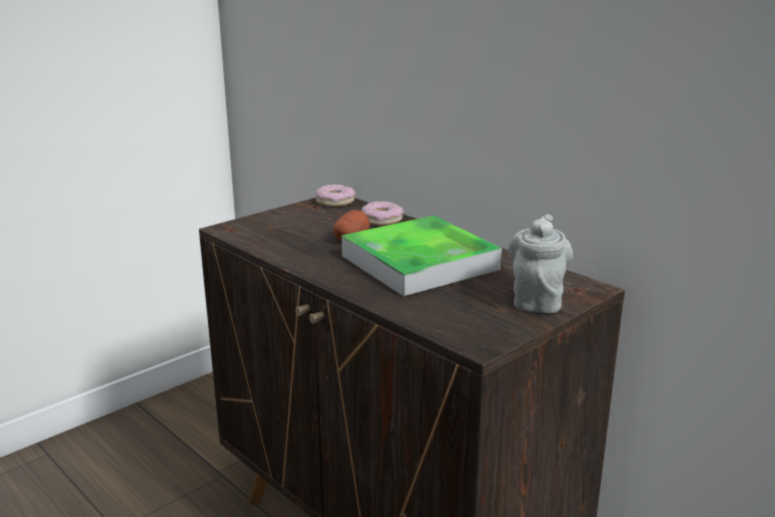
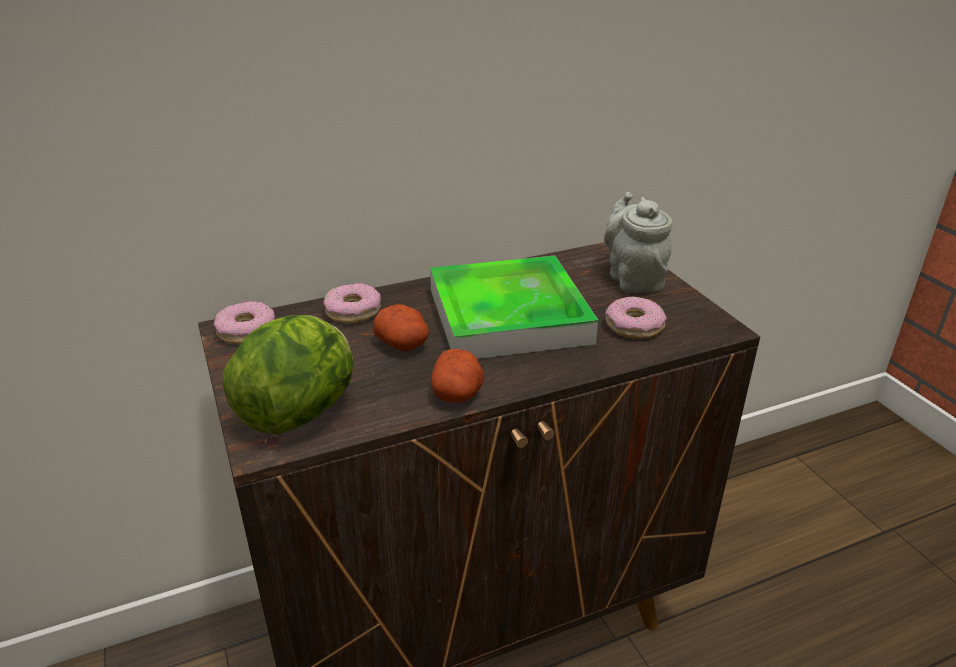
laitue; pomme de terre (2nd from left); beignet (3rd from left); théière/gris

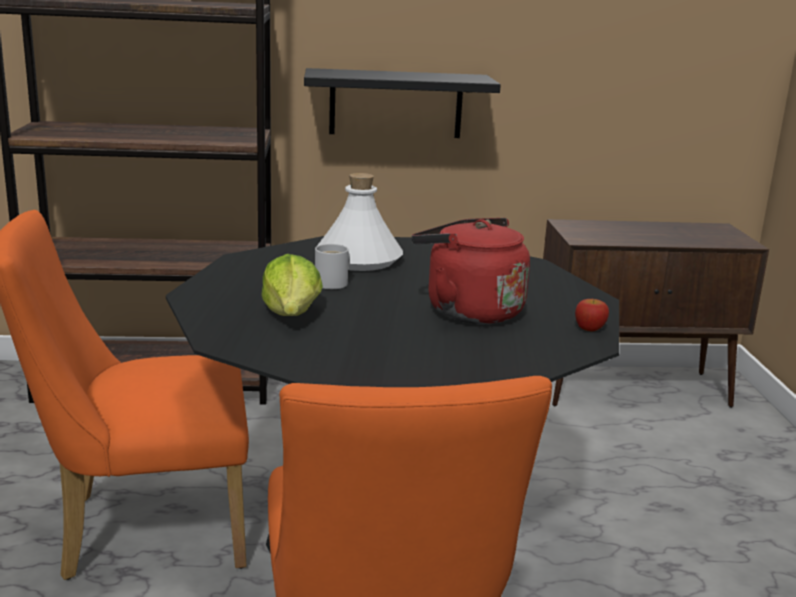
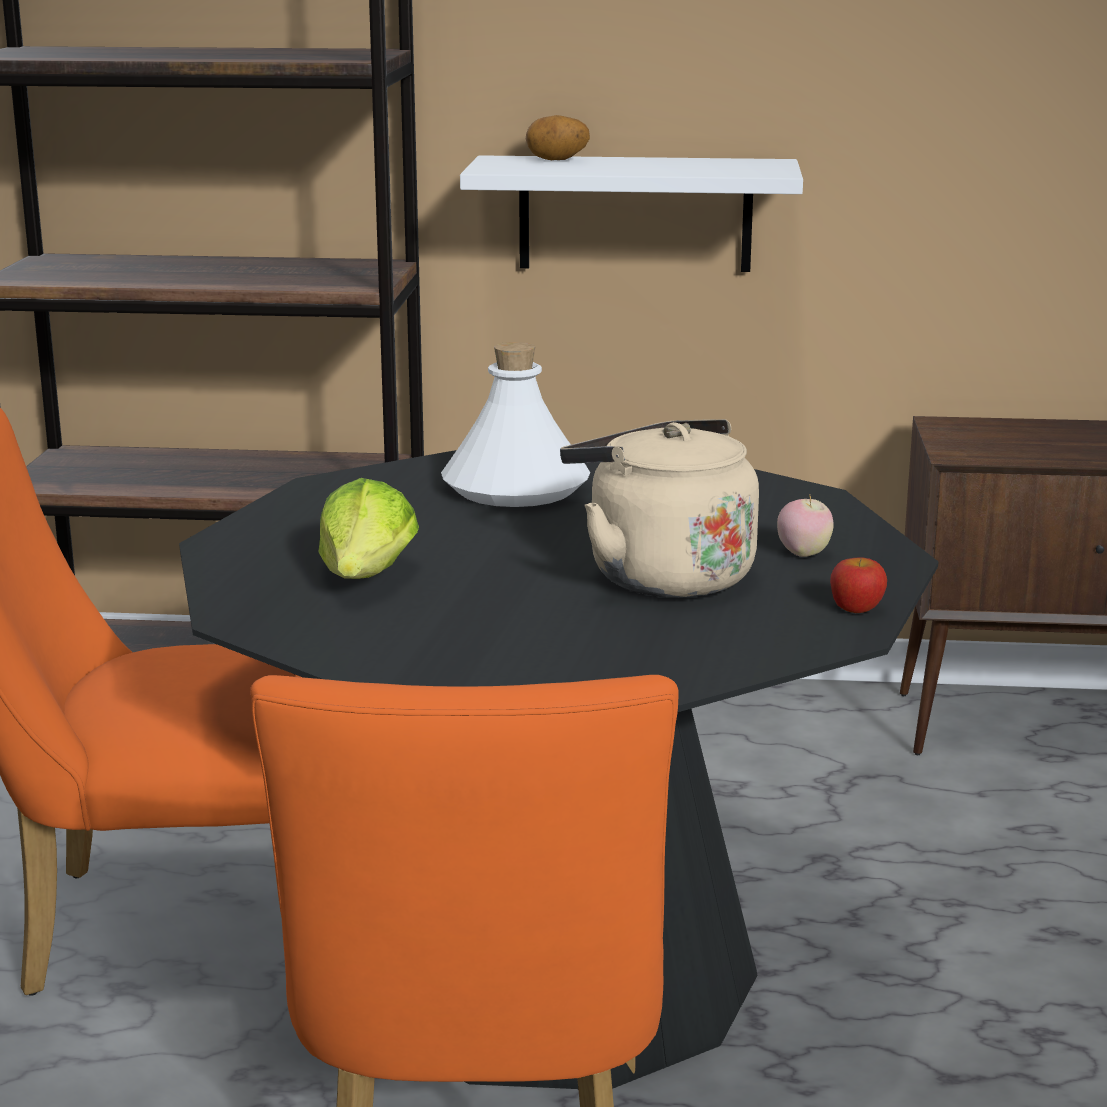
mug/blanc; pomme de terre; pomme (1st from left); étagère/blanc; bouilloire/beige

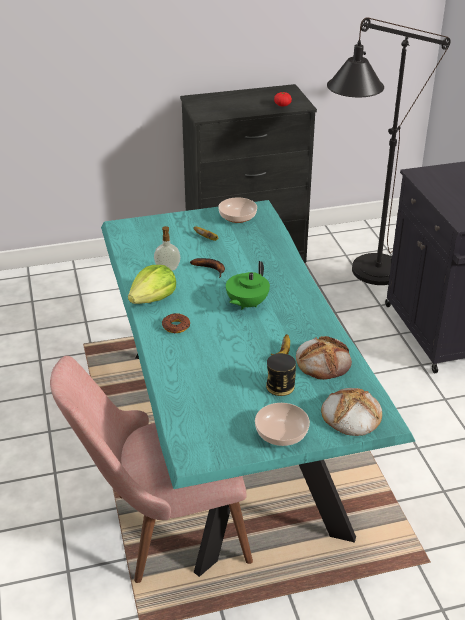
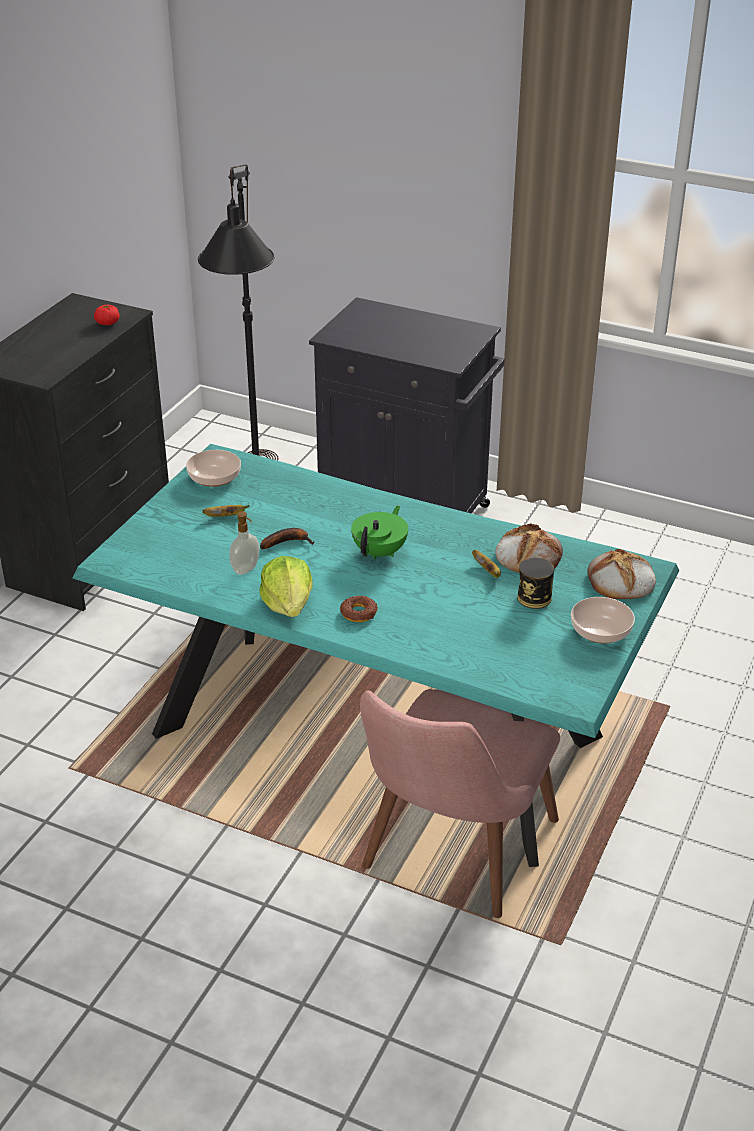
théière/vert

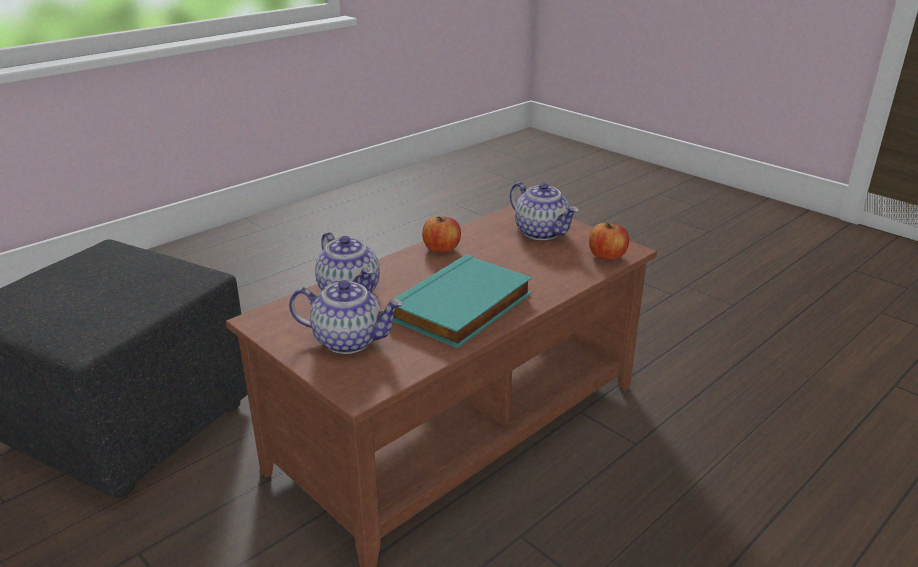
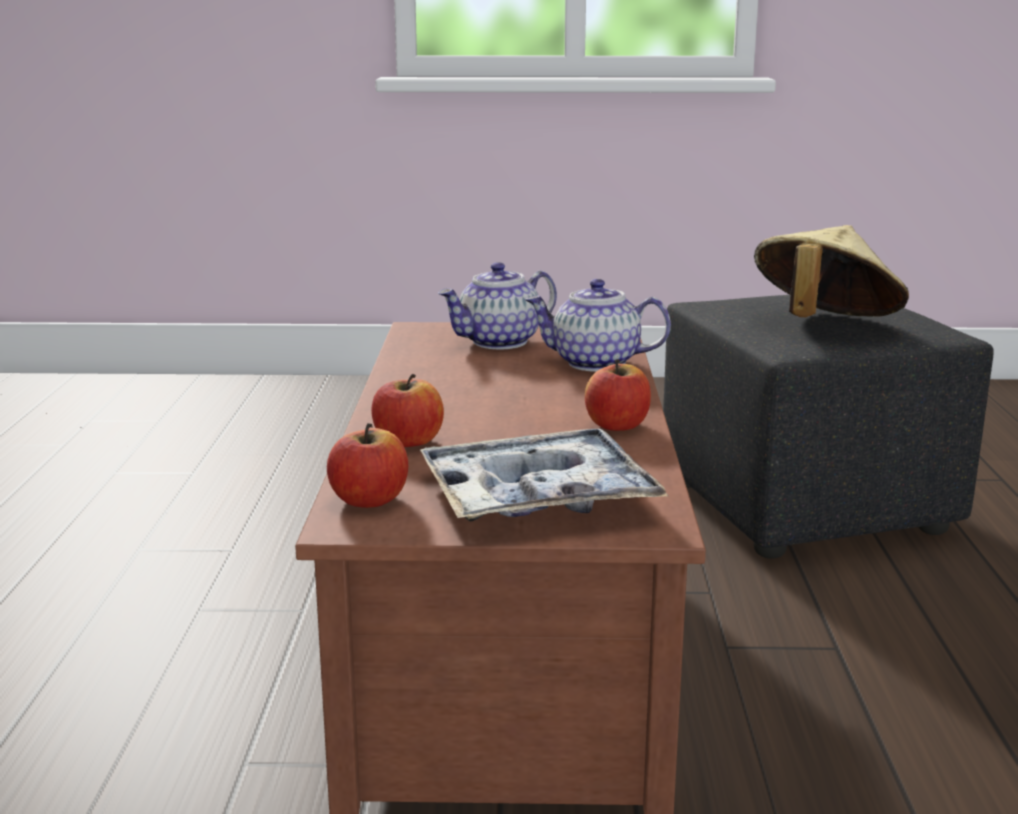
livre/turquoise; pomme (2nd from left); chapeau/beige; plateau

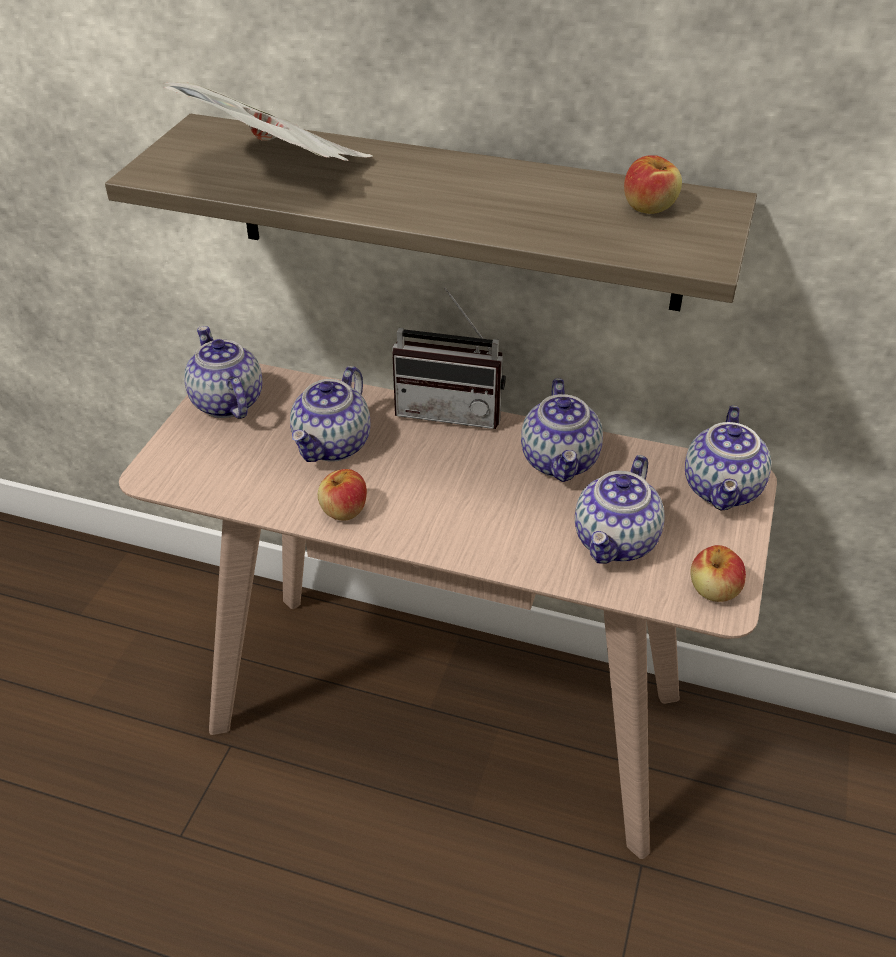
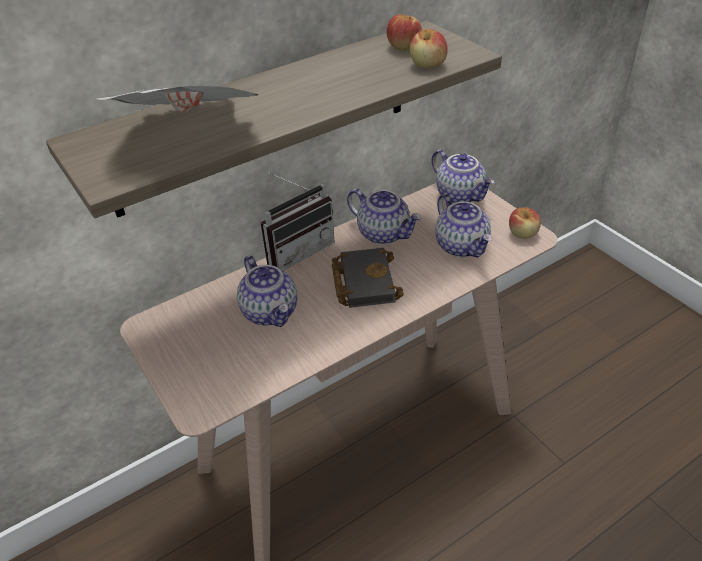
théière (1st from left in the first image); livre/noir; pomme (2nd from left)

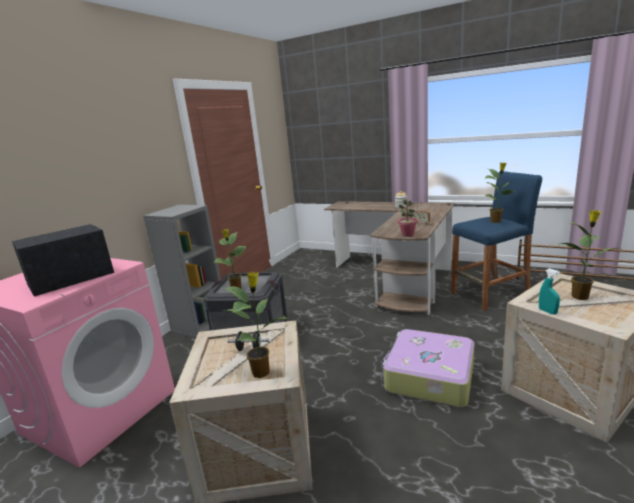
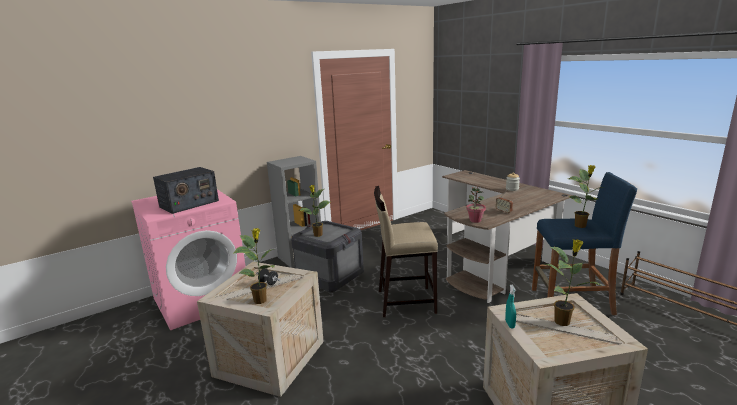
valise; tabouret/beige; radio (1st from left)

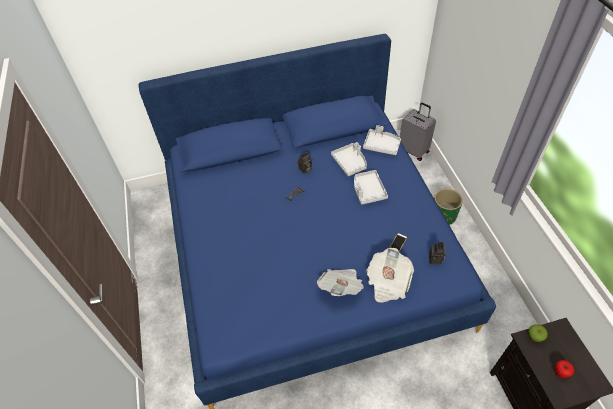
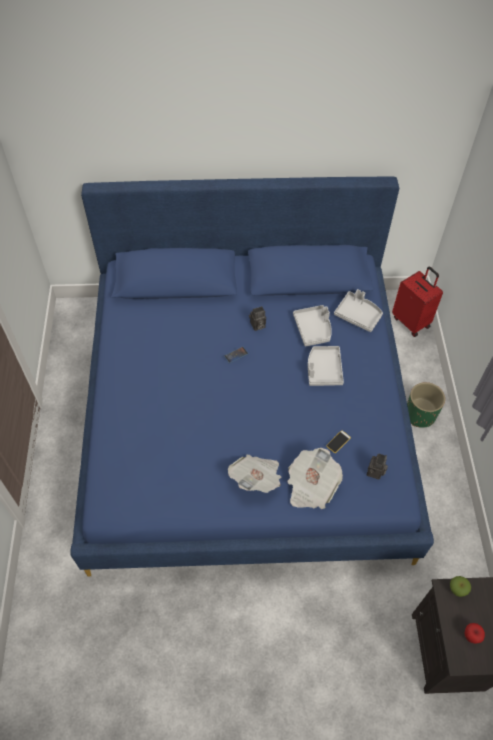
valise/rouge

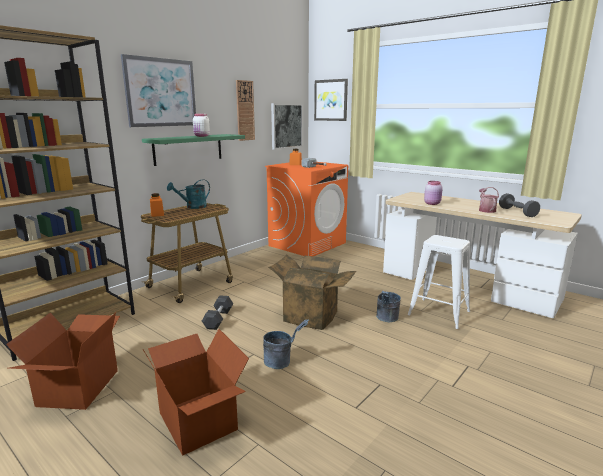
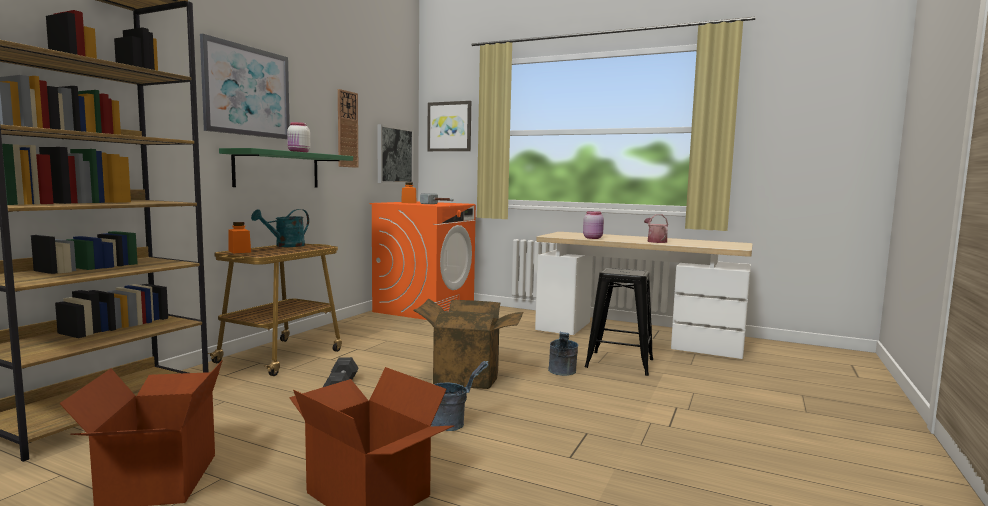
haltère/gris (2nd from left in the first image); tabouret/noir

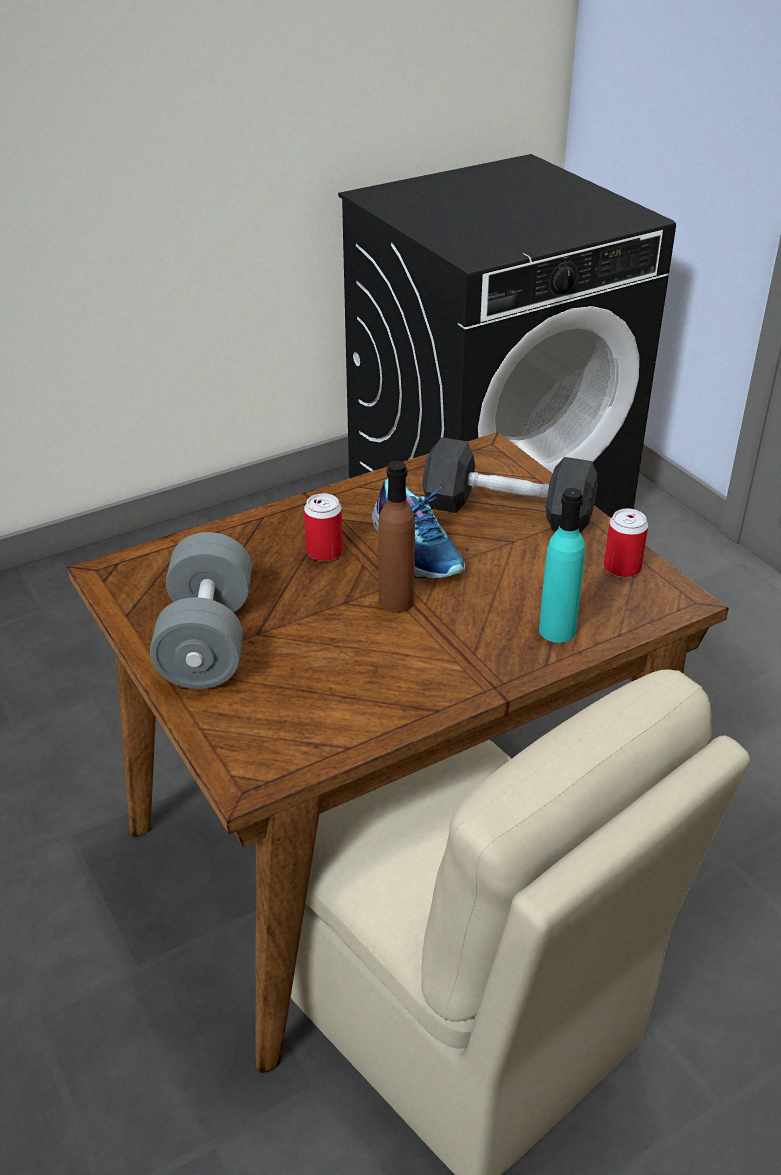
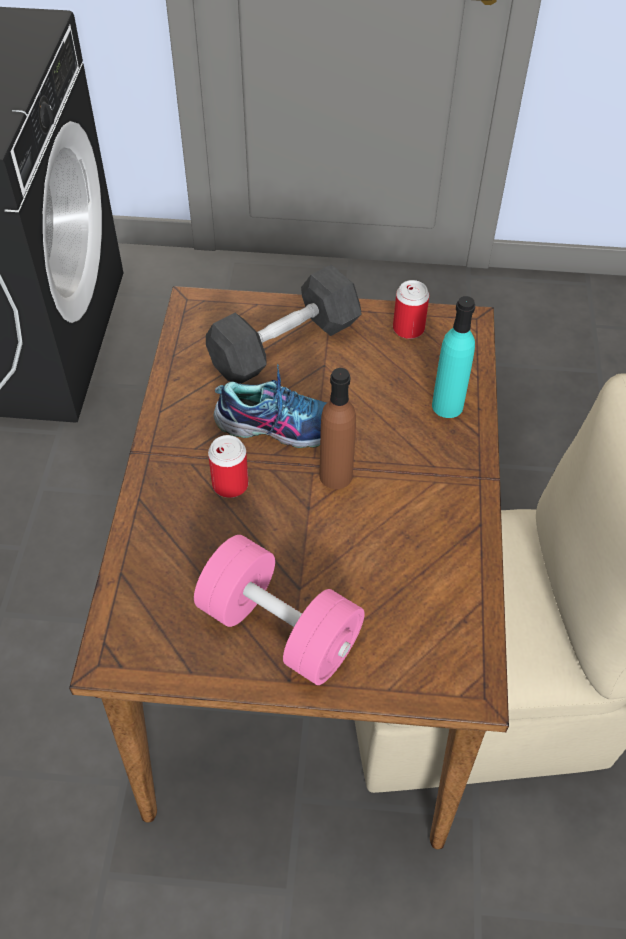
haltère/rose

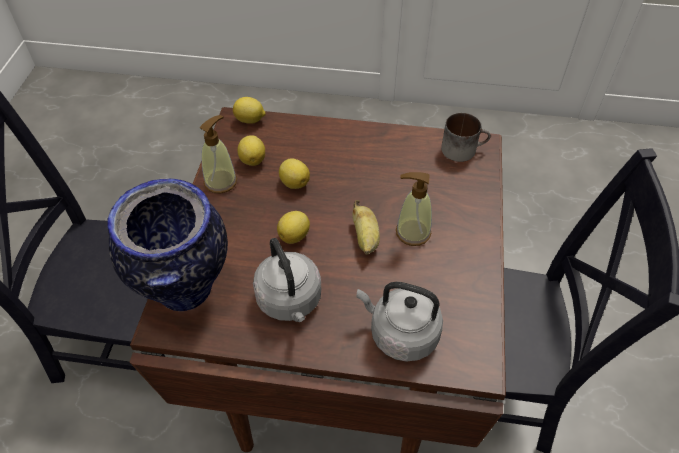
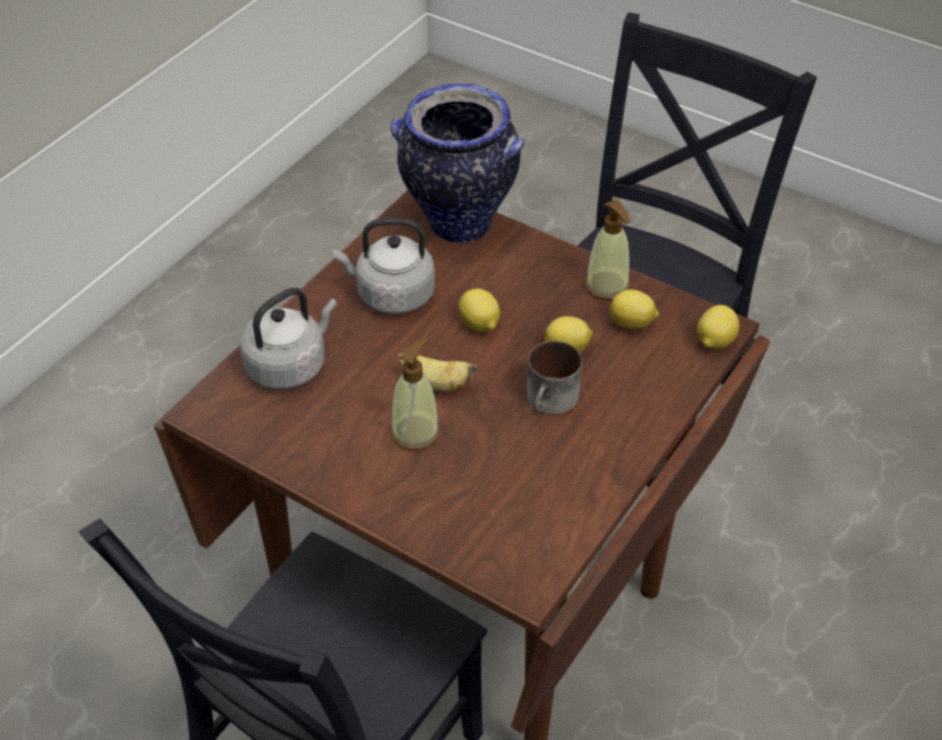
mug

